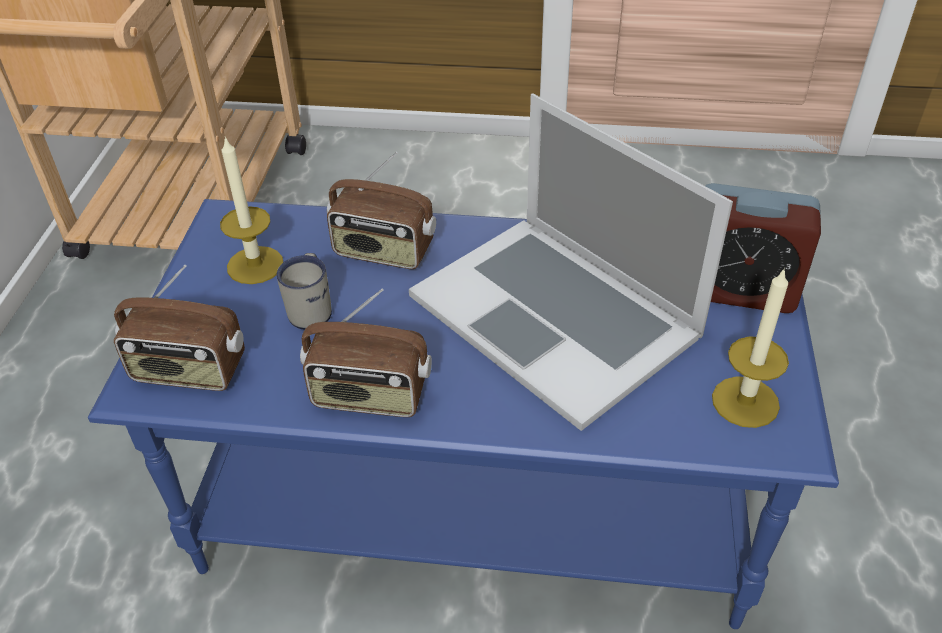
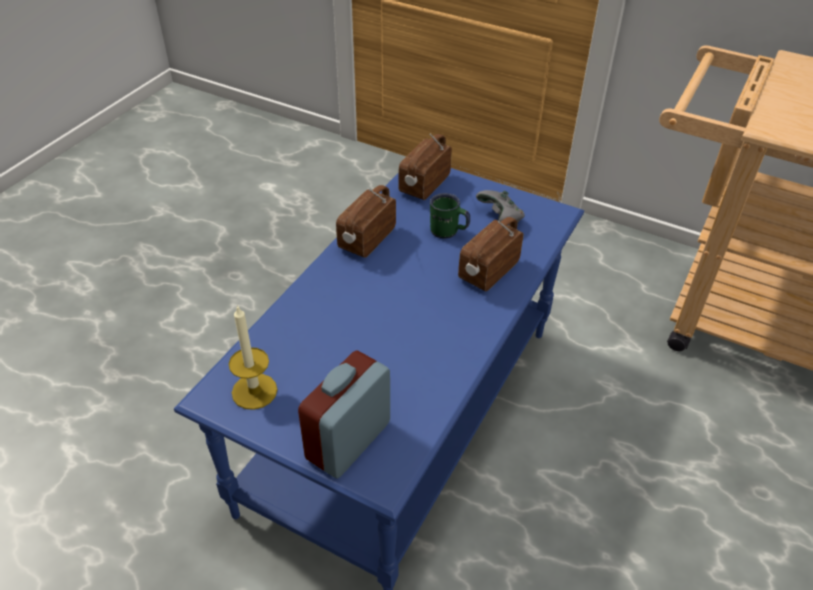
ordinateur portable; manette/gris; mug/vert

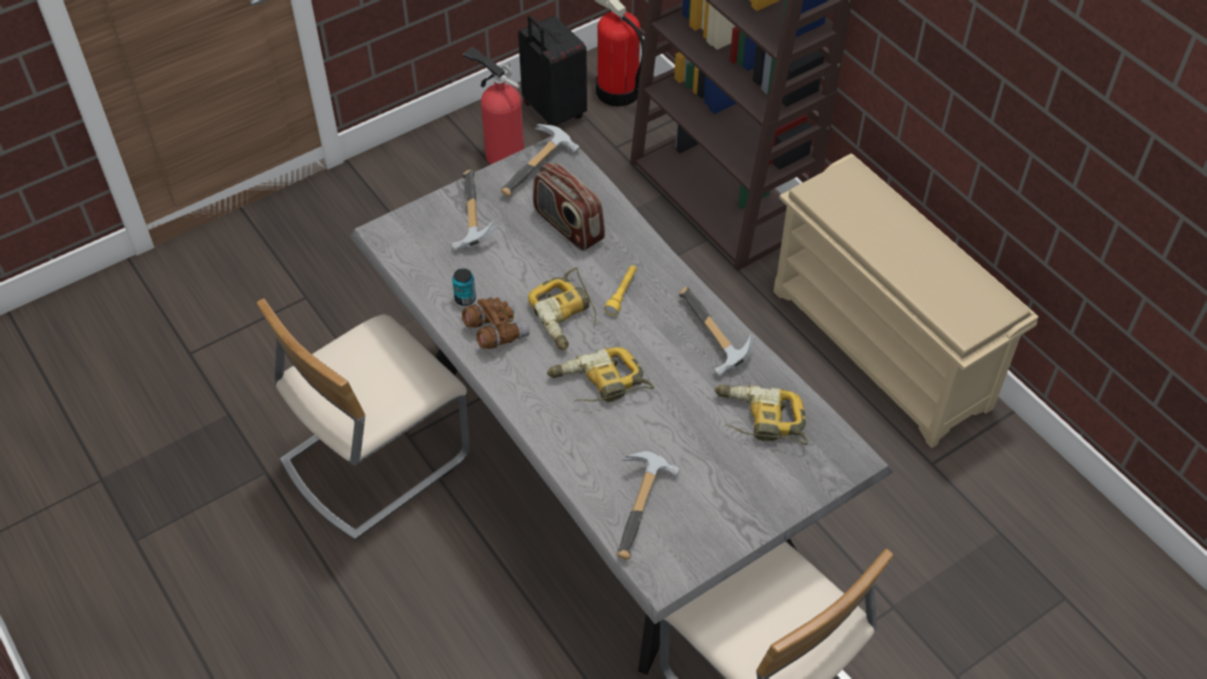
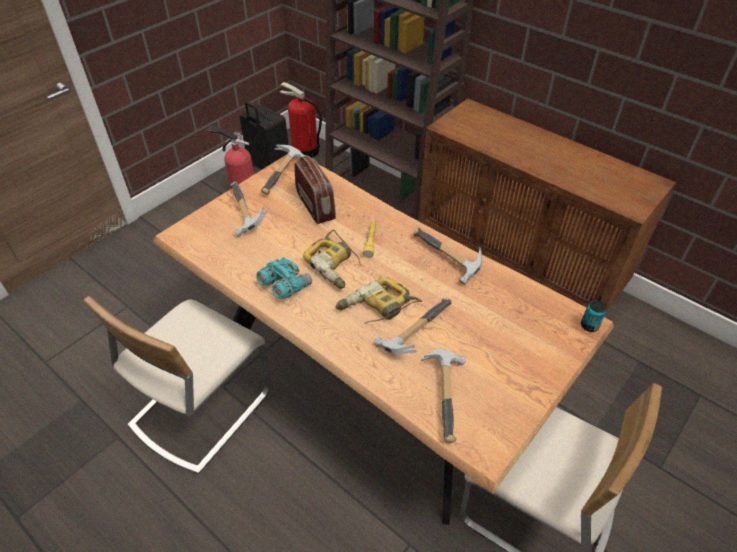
perceuse (3rd from left in the first image); marteau (3rd from left); boîte métallique; meuble de rangement/marron; table à manger/marron; jumelles/turquoise; radio

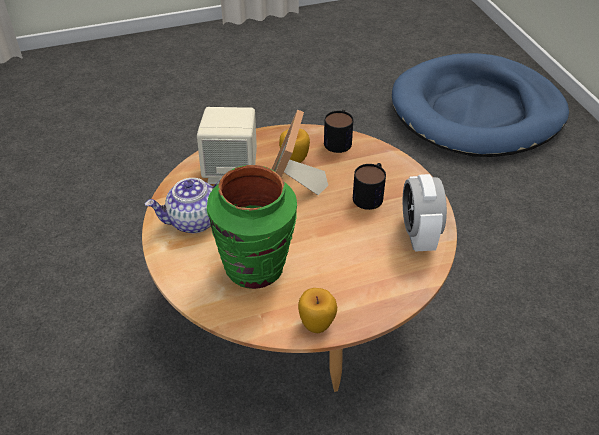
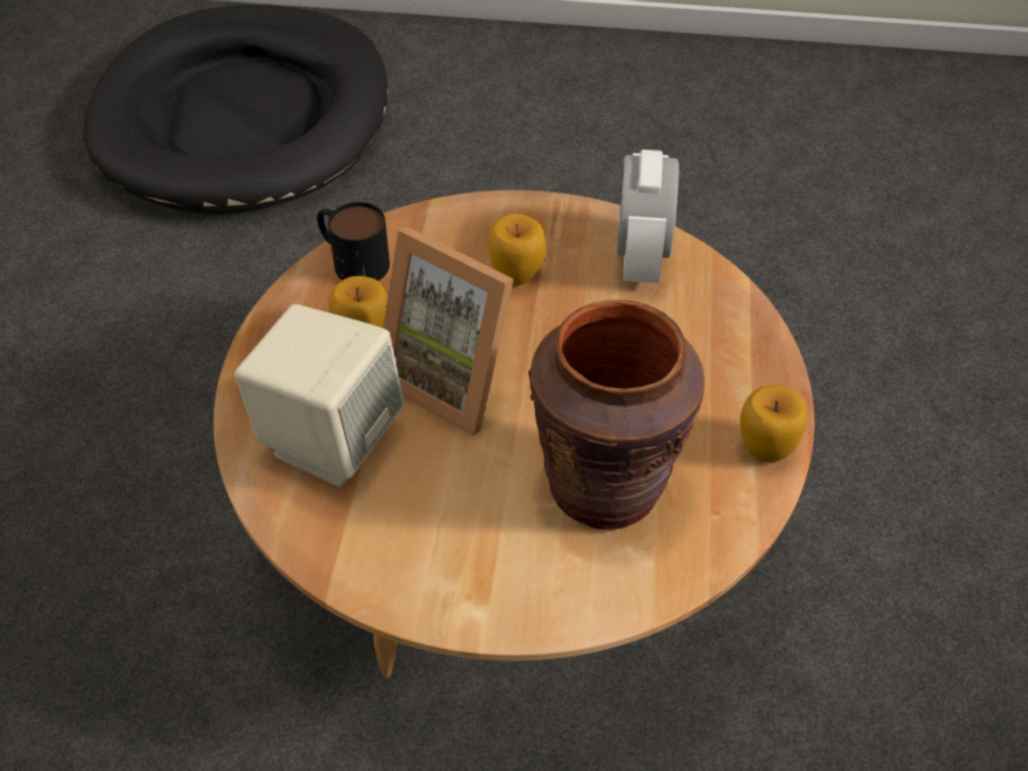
théière; pomme (2nd from left); vase/marron; panier pour chien/noir; réveil

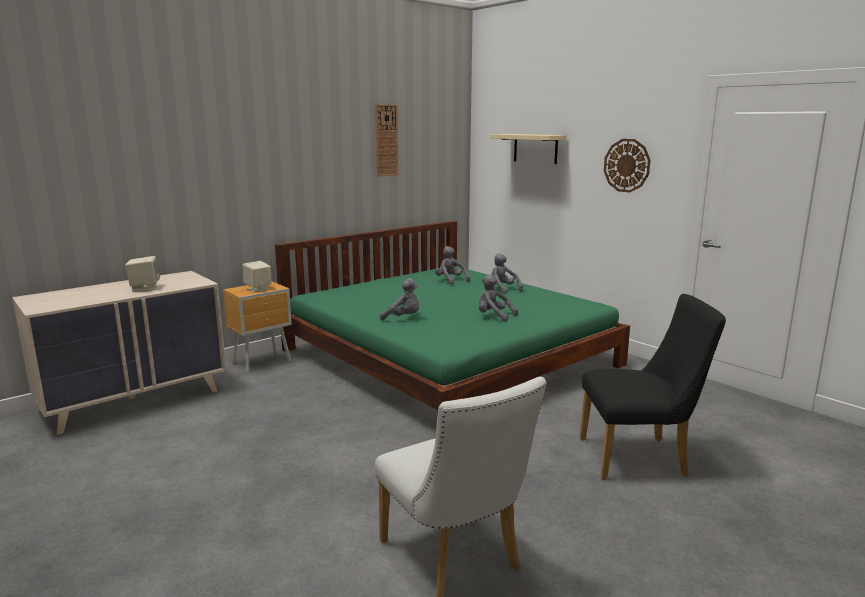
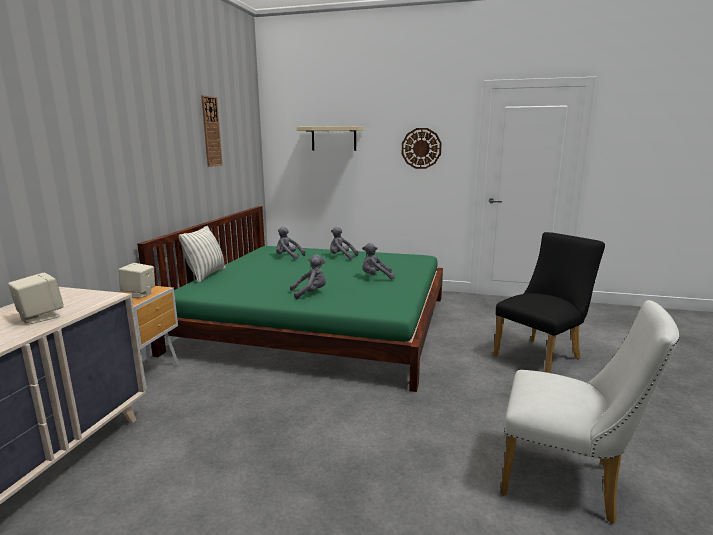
coussin

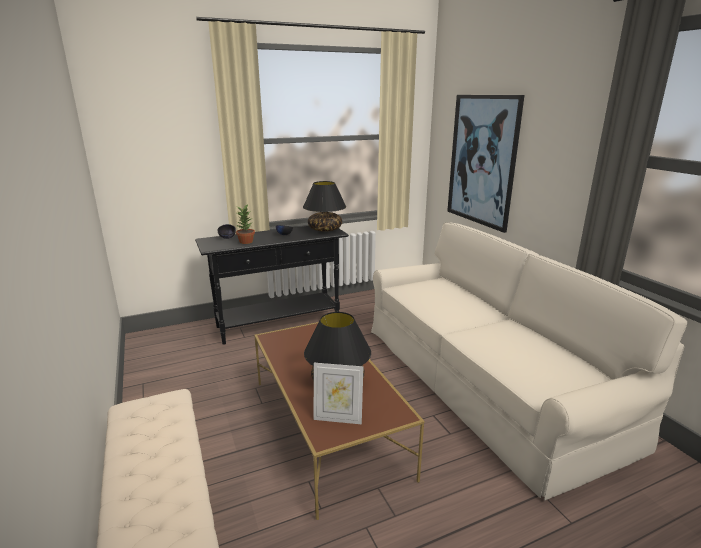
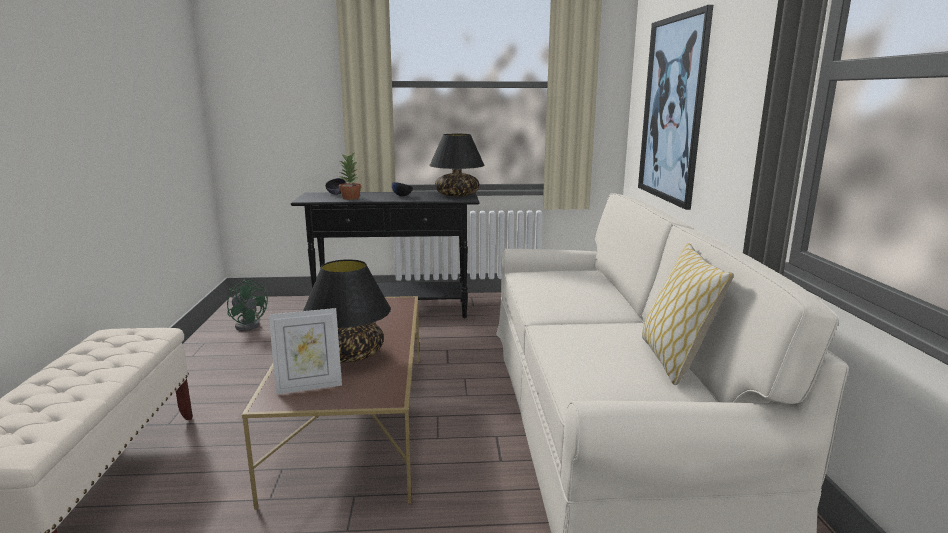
ventilateur/vert; coussin; cadre photo

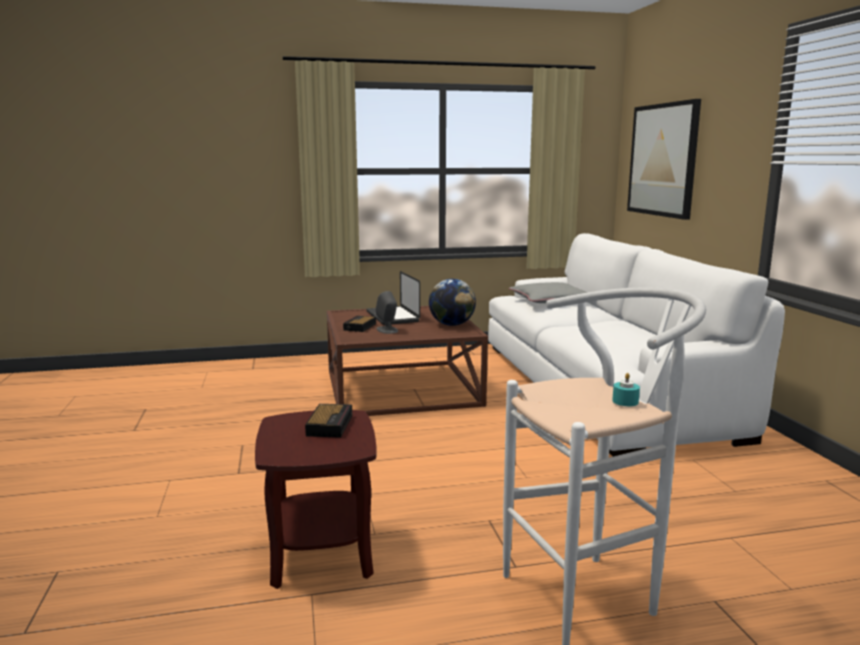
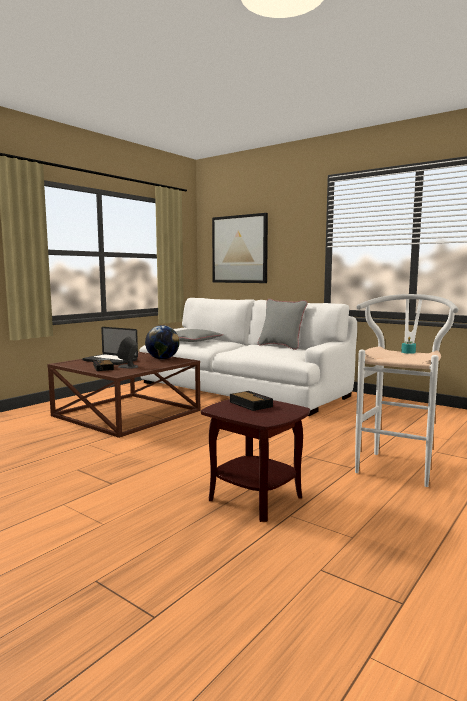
coussin/gris (2nd from left)

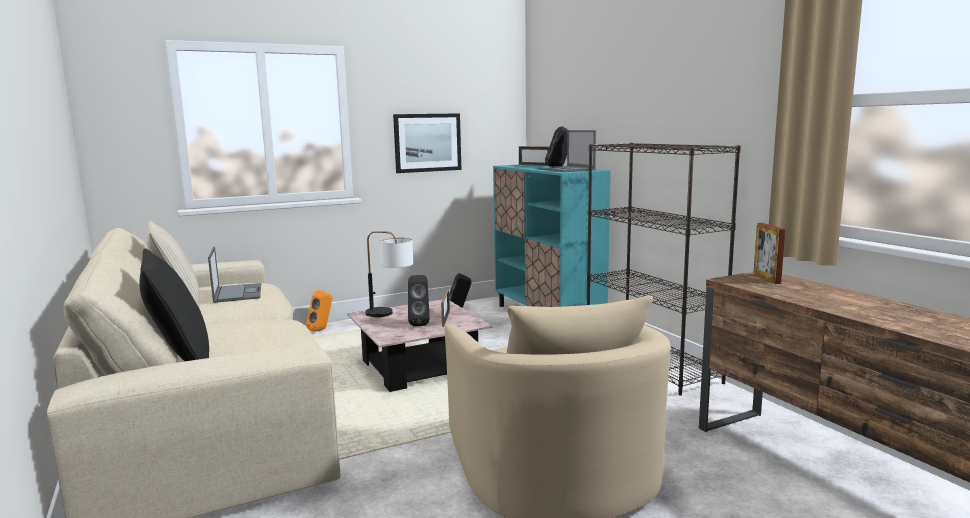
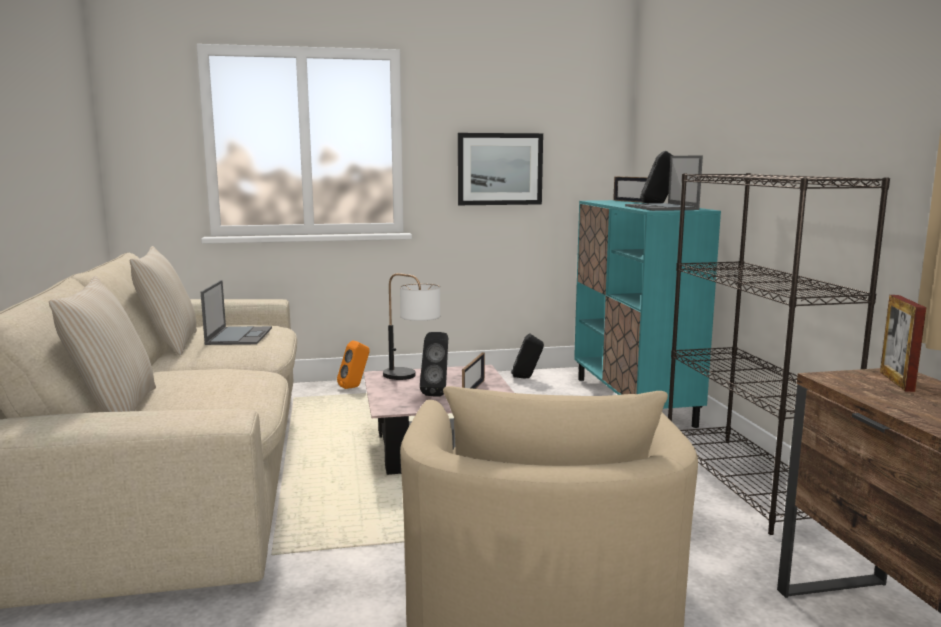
coussin/beige (1st from left)

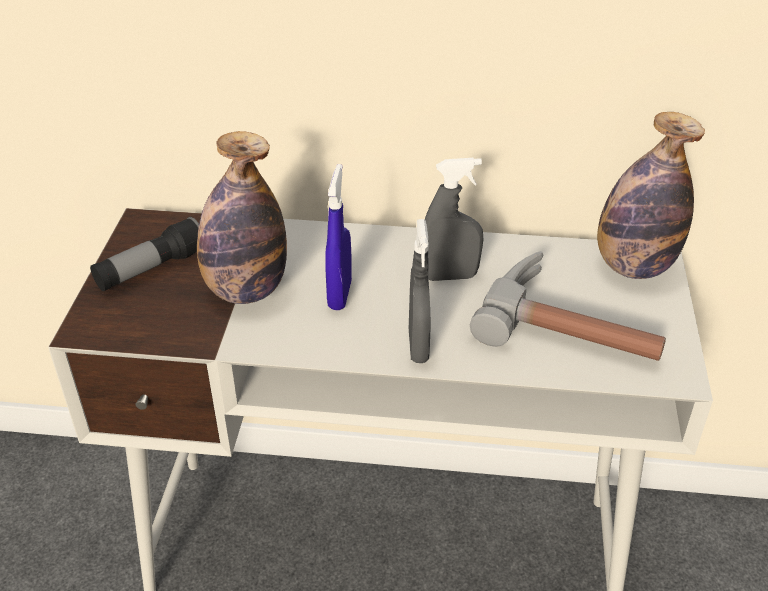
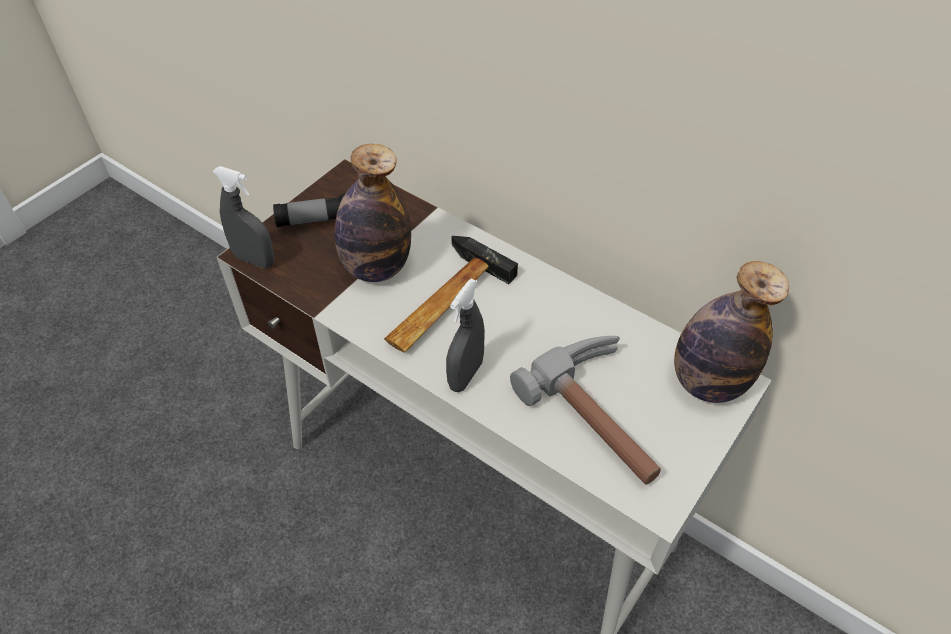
vaporisateur/gris (1st from left); marteau (1st from left)

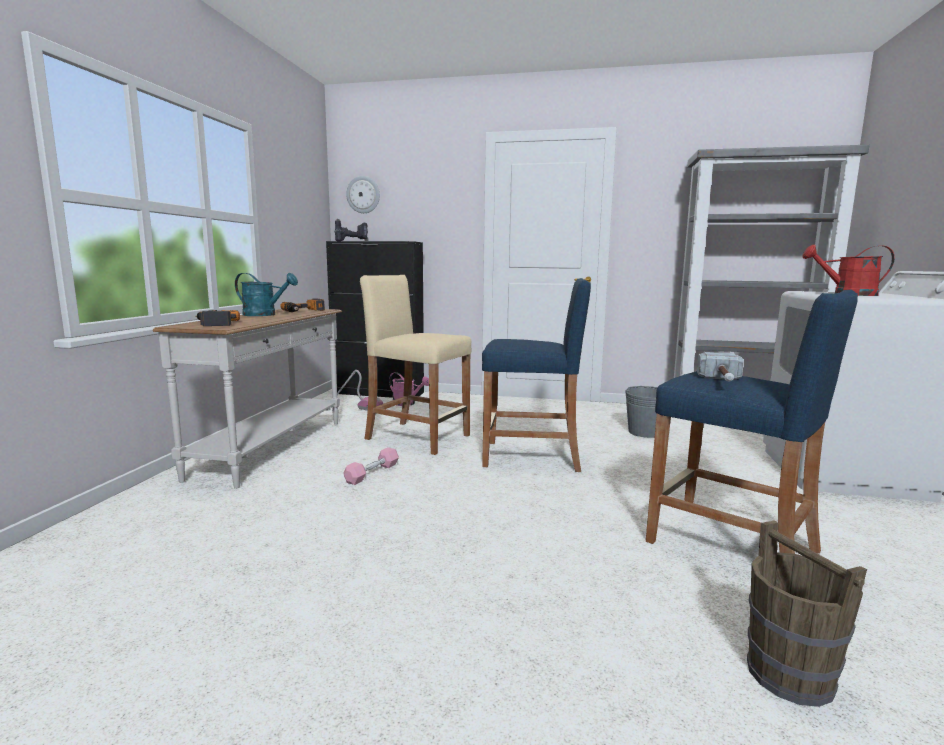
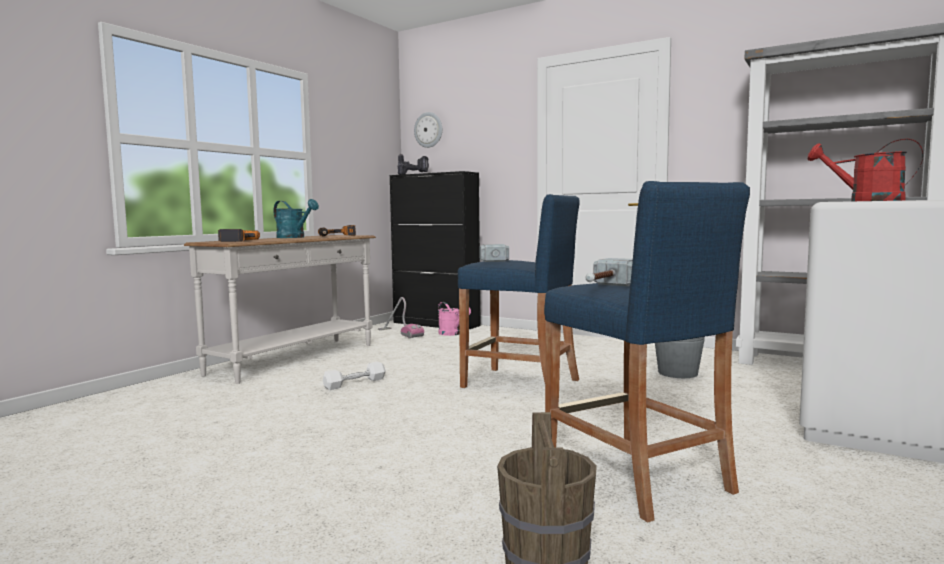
tabouret/beige; marteau (1st from left); haltère/blanc

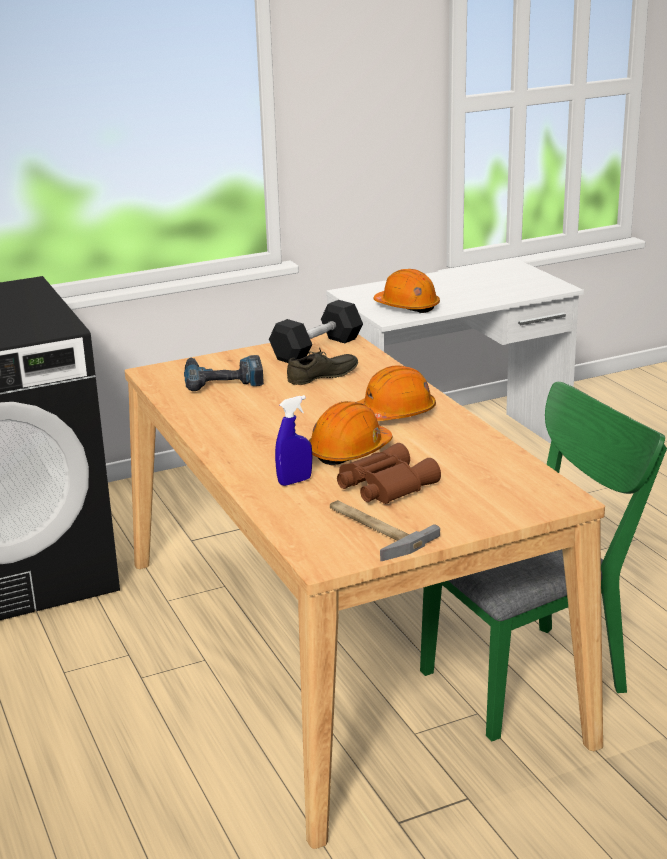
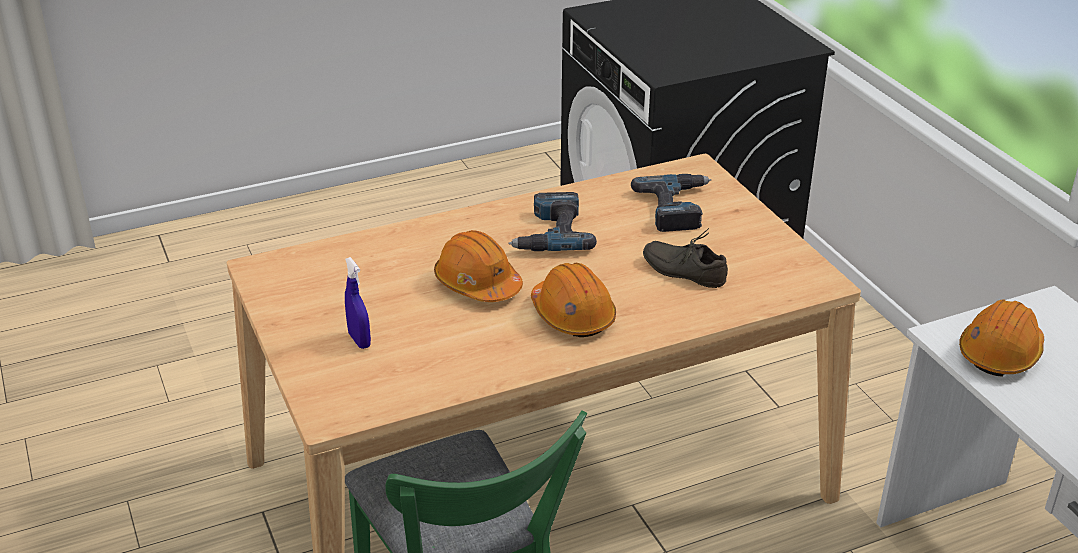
haltère/noir; marteau; jumelles/marron; perceuse (1st from left); vaporisateur/bleu; chaussure/gris

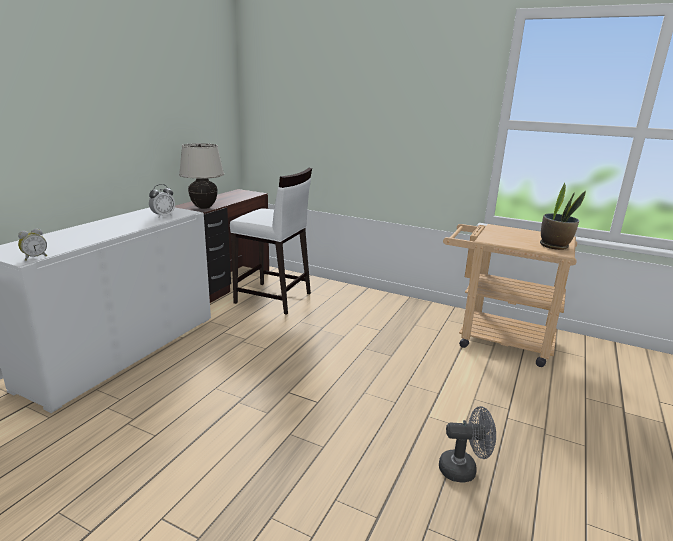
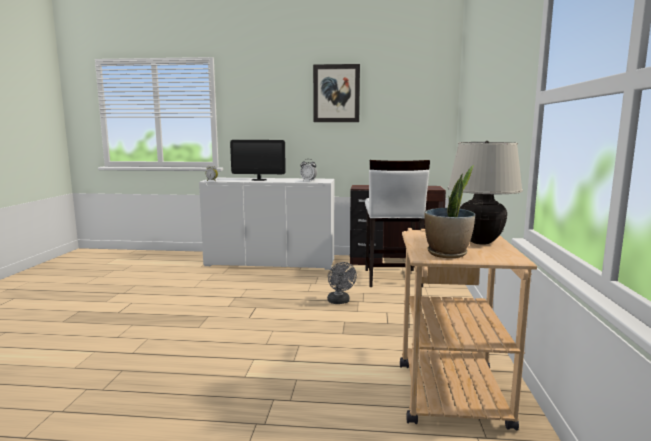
écran d'ordinateur; tableau; lampe de table/beige; ventilateur/gris

